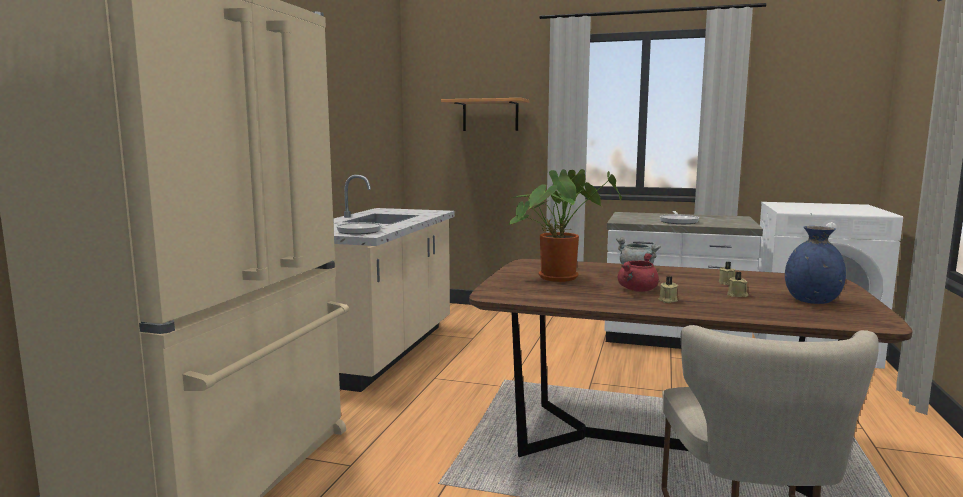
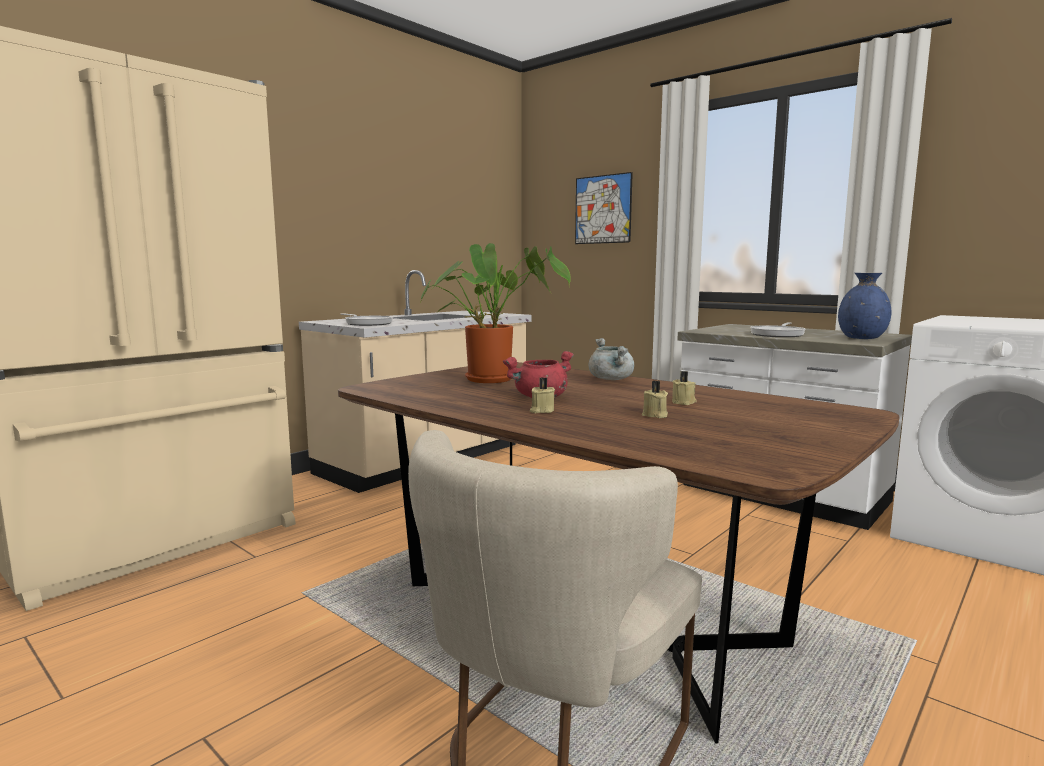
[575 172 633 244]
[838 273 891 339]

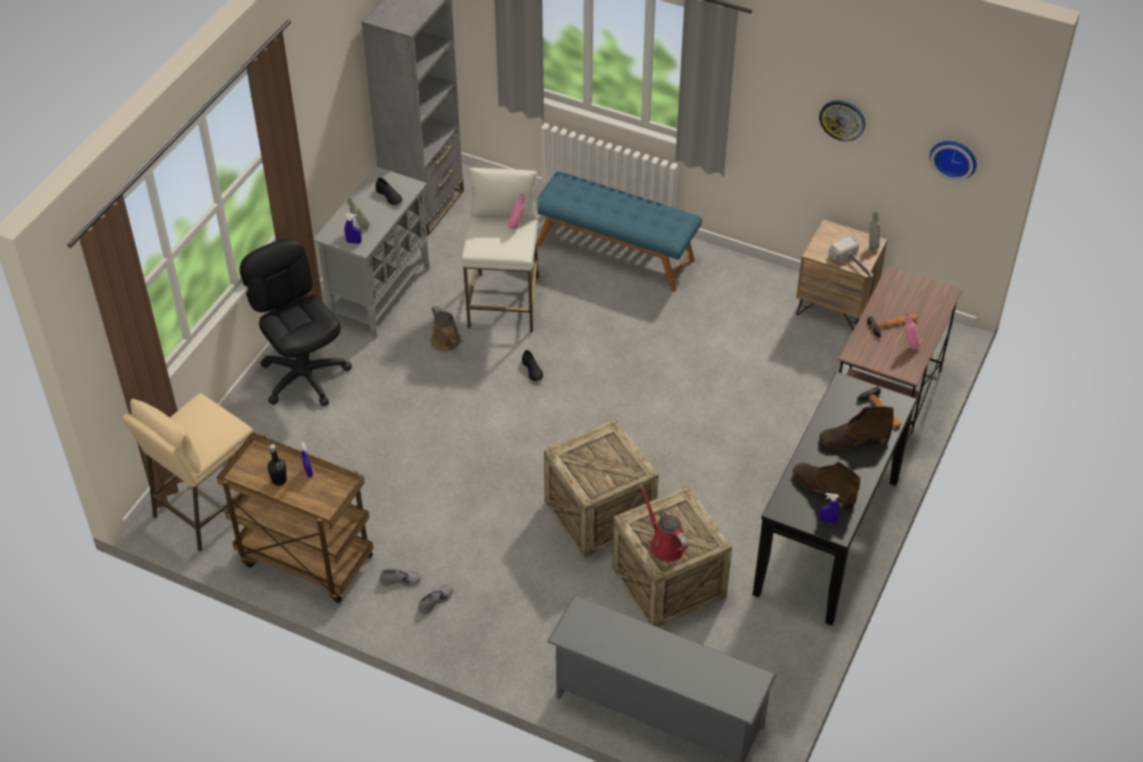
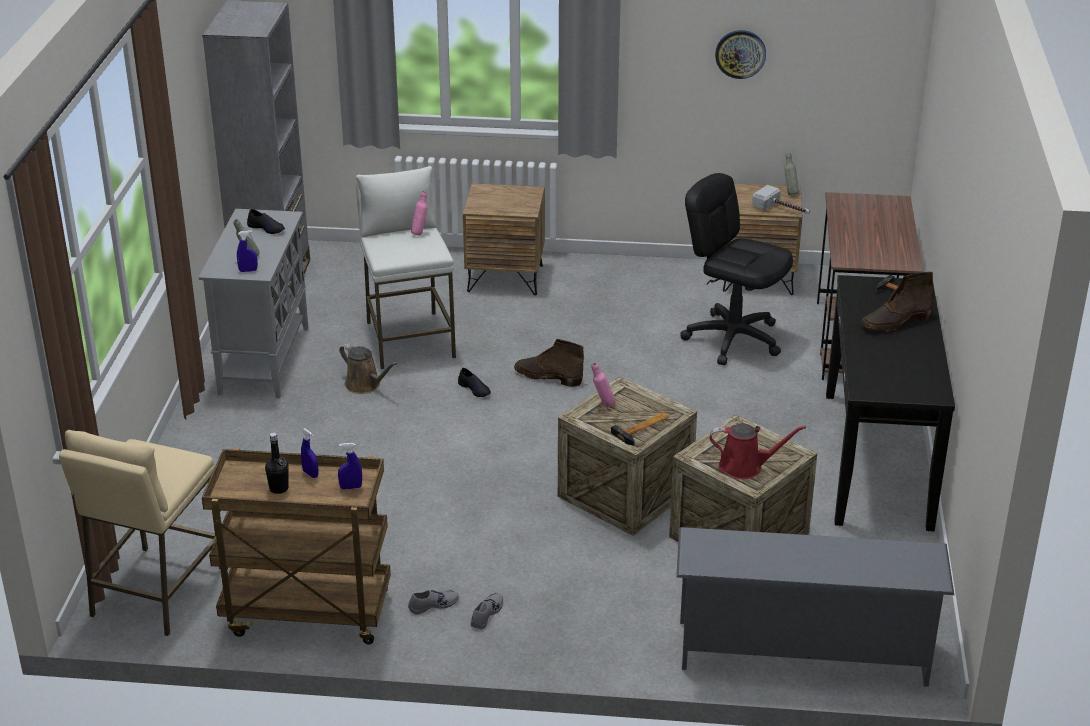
[680 173 793 365]
[463 183 545 295]
[710 423 806 479]
[514 339 584 387]
[338 443 362 490]
[611 412 669 446]
[591 363 616 407]
[930 141 977 181] (first image)

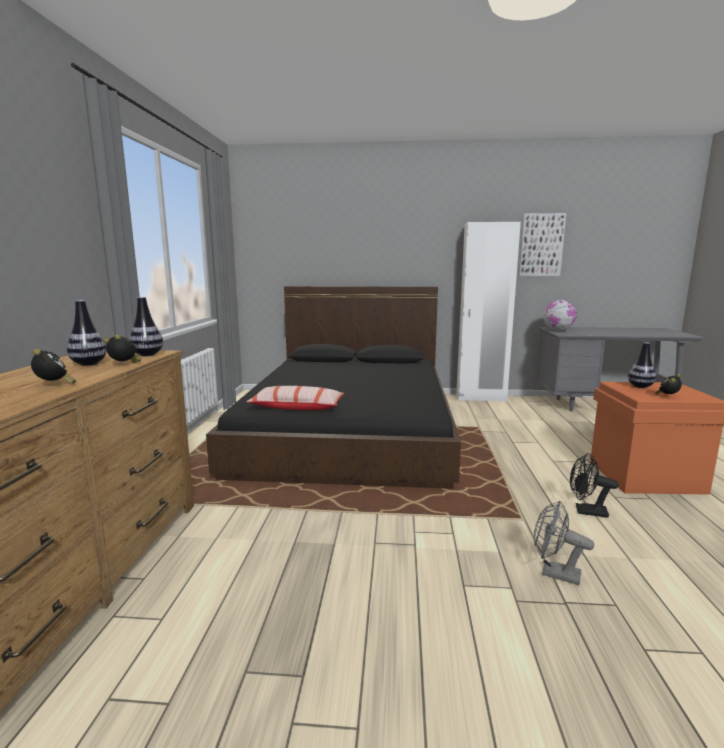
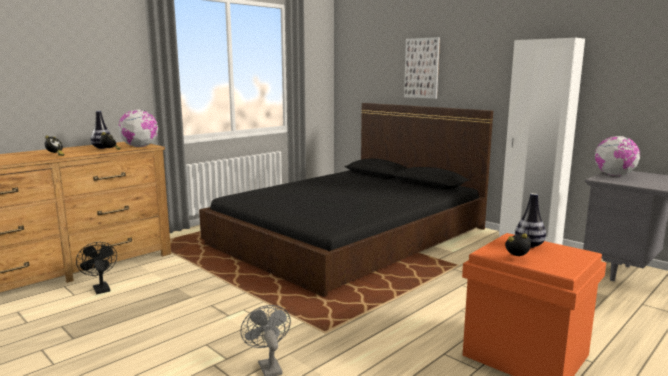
[118 109 158 147]
[246 386 344 410] (first image)
[404 37 440 99]
[76 242 117 294]

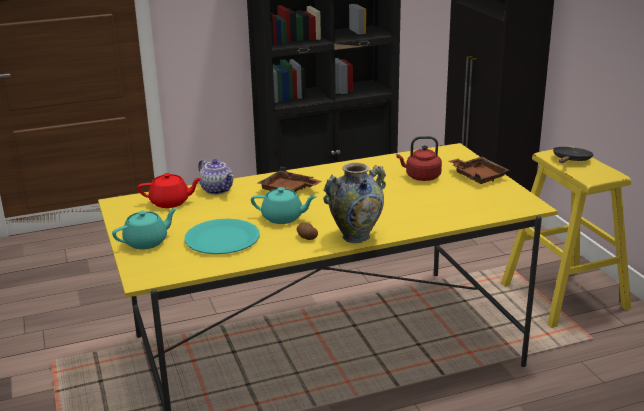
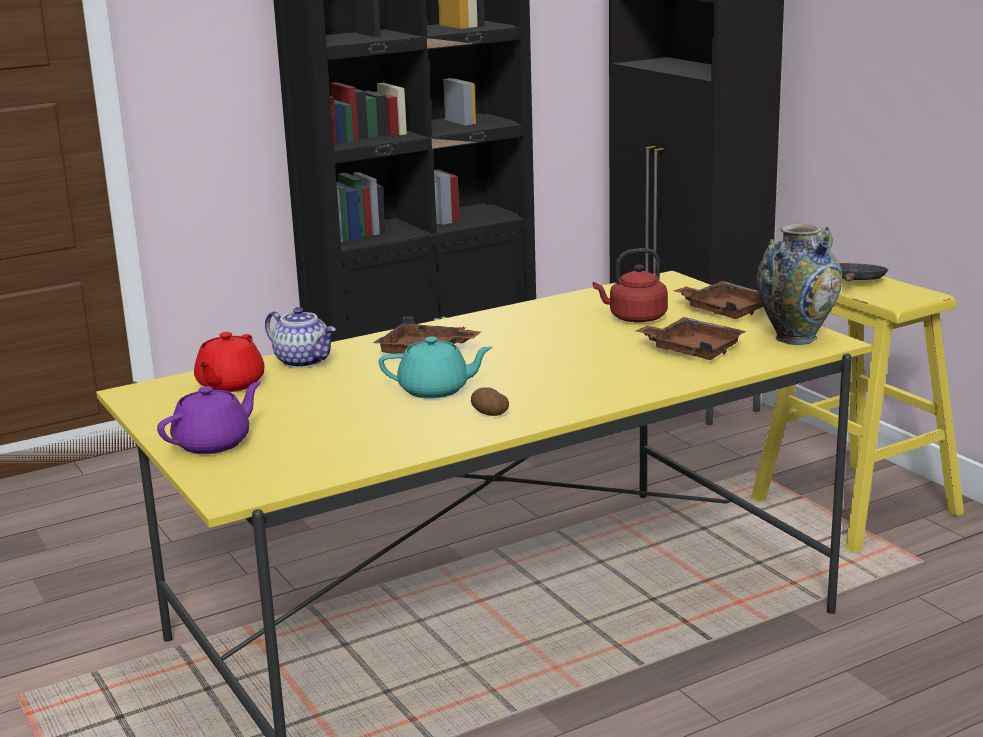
[157 381 261 454]
[194 332 264 392]
[184 219 260 254] (first image)
[757 224 842 345]
[636 317 746 360]

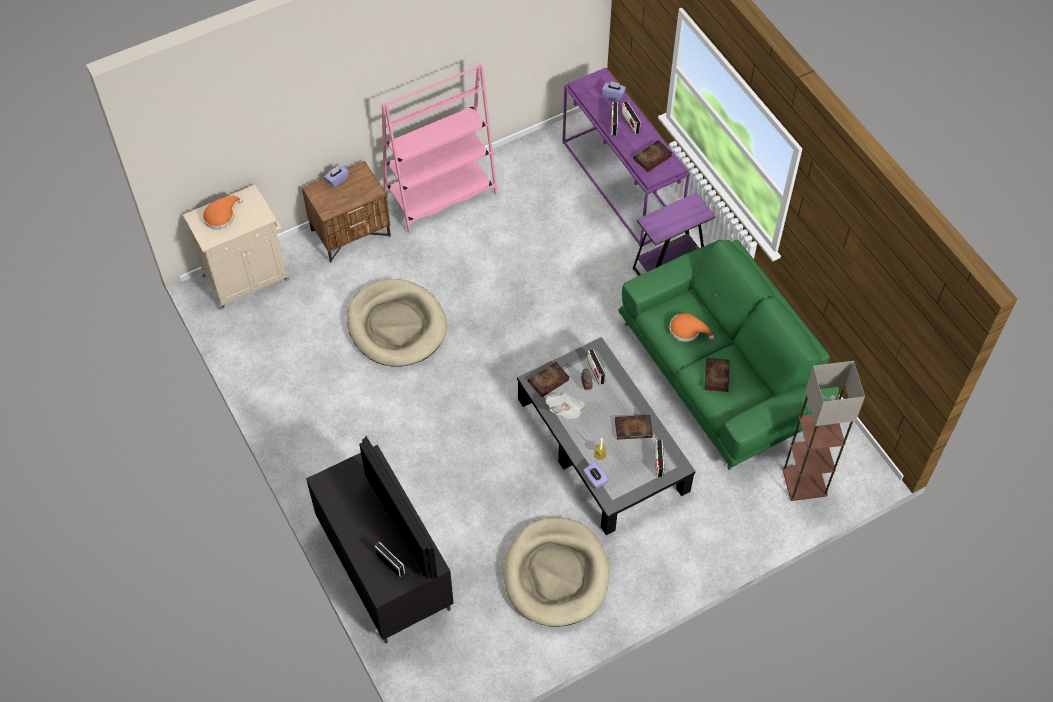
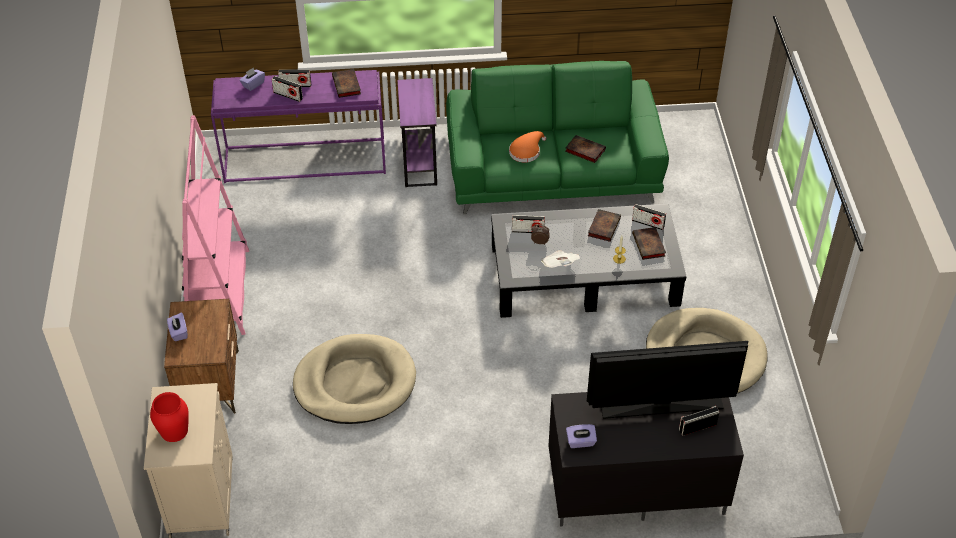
[150 392 189 442]
[632 227 666 260]
[566 424 597 448]
[782 361 865 501] (first image)

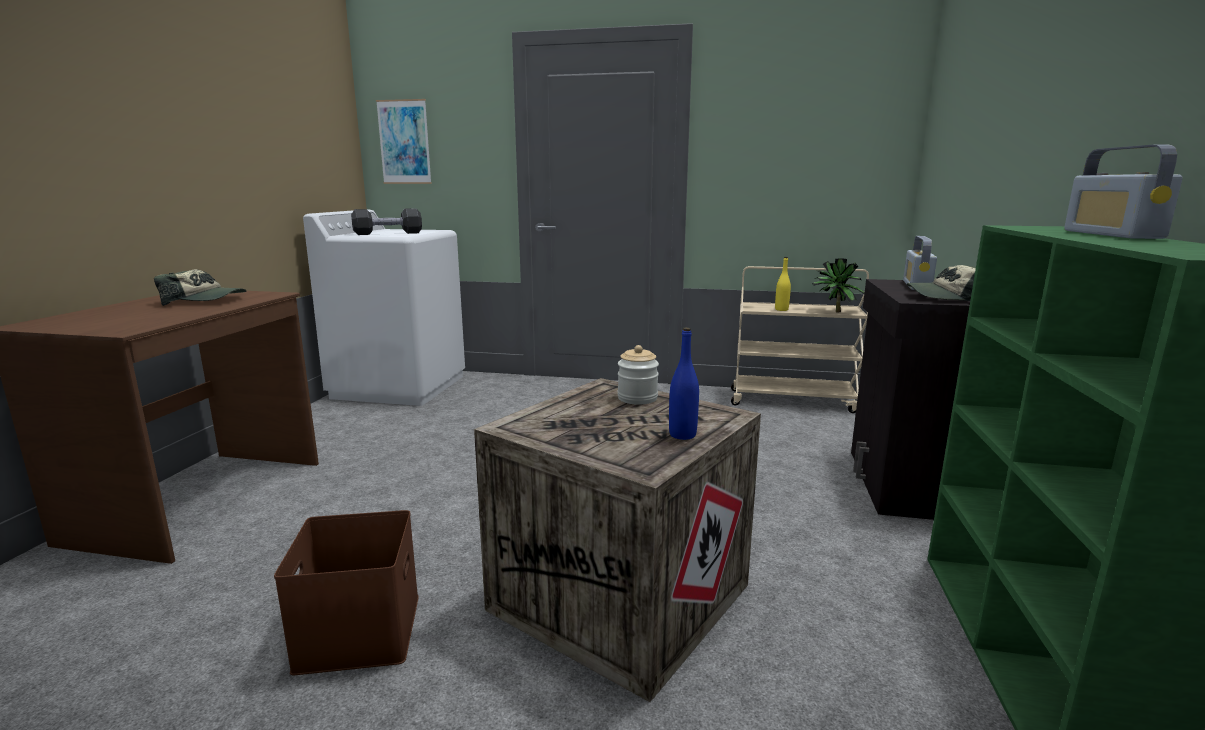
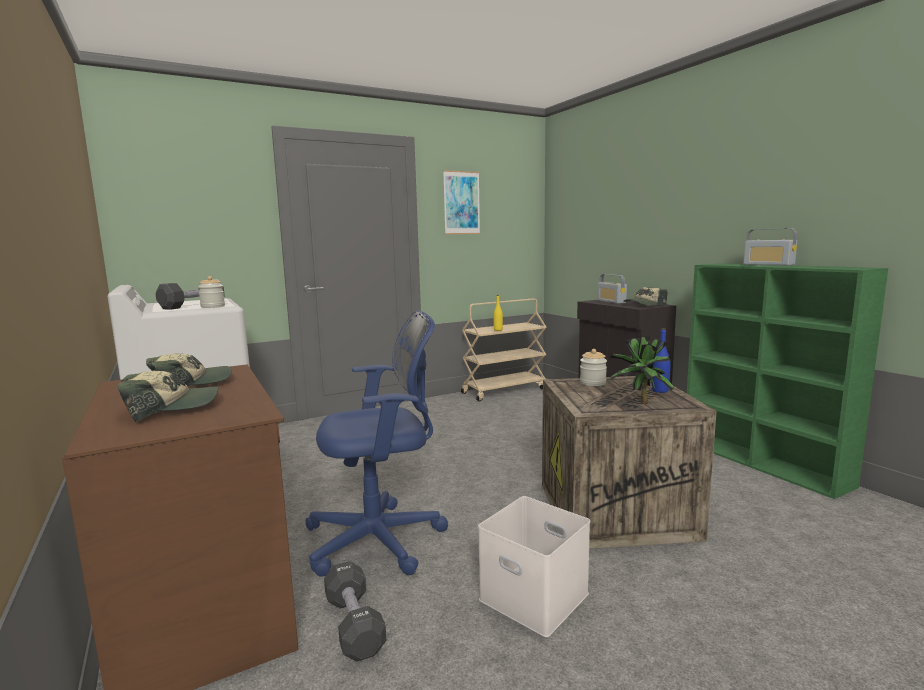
[478 496 590 637]
[443 170 480 234]
[610 336 674 404]
[118 371 218 423]
[198 276 225 308]
[305 310 448 577]
[324 561 386 662]

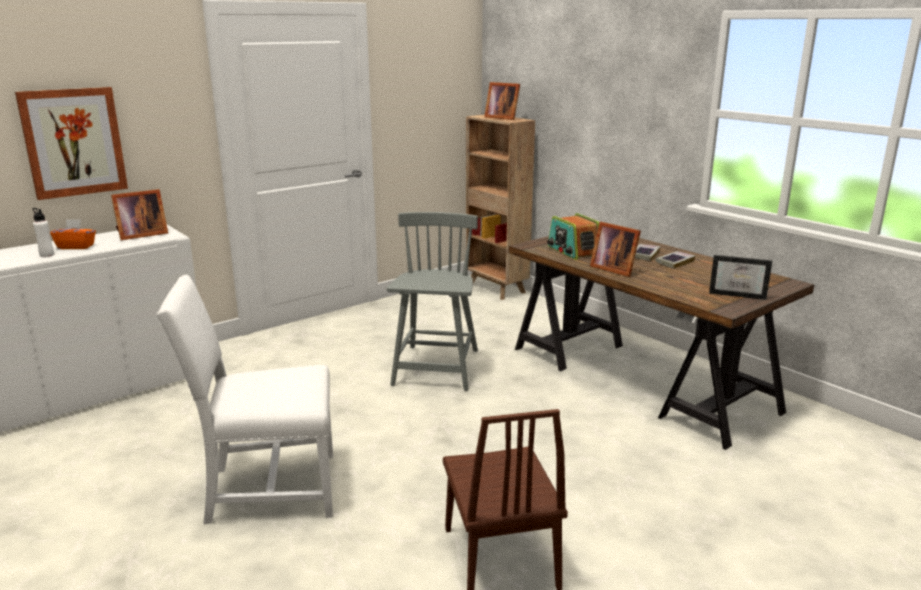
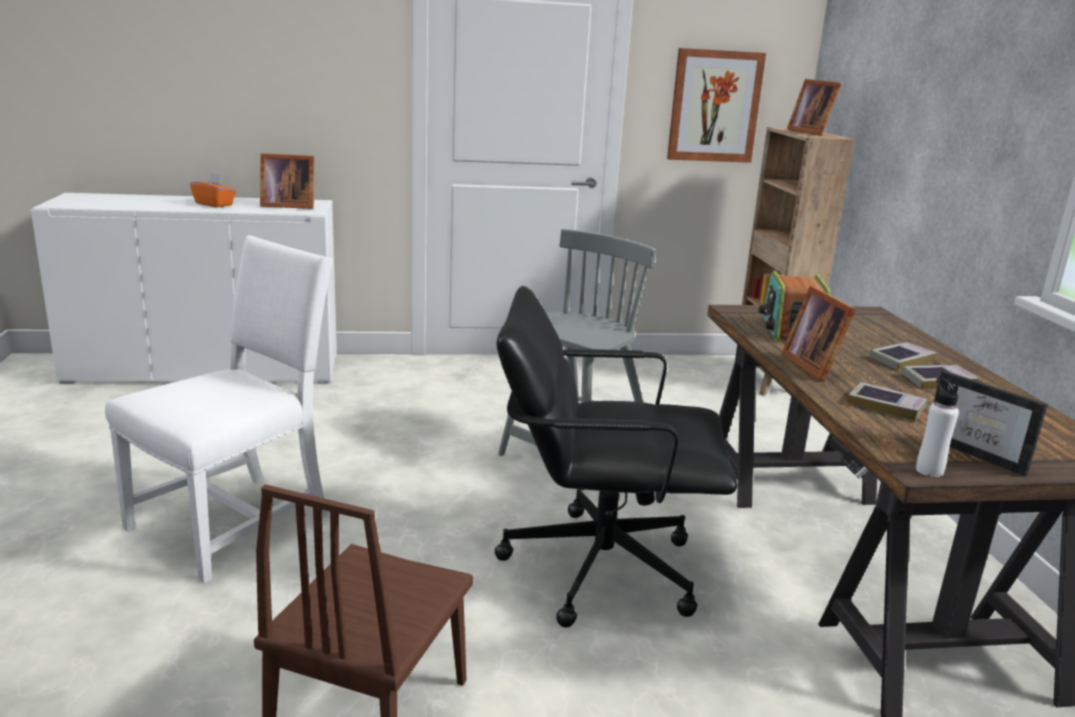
[667 48 766 163]
[916 377 959 477]
[105 235 333 583]
[495 286 737 627]
[847 382 927 421]

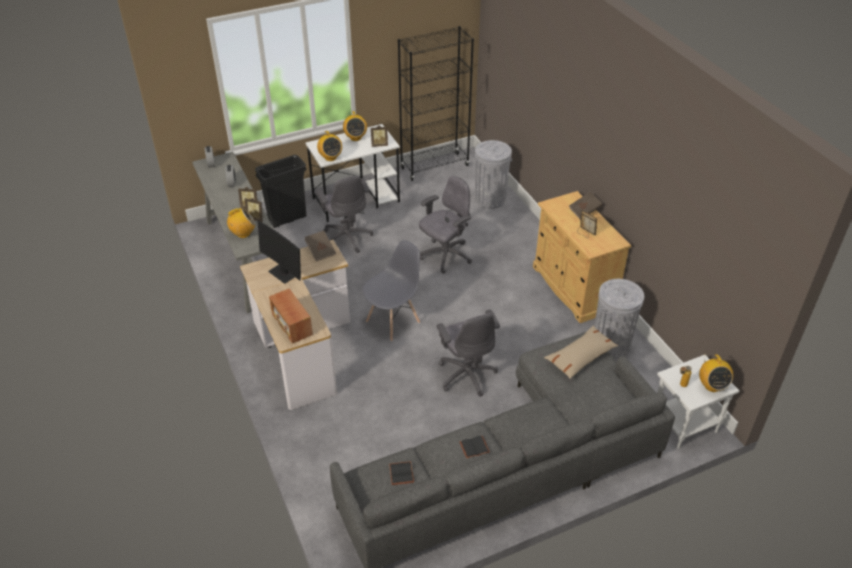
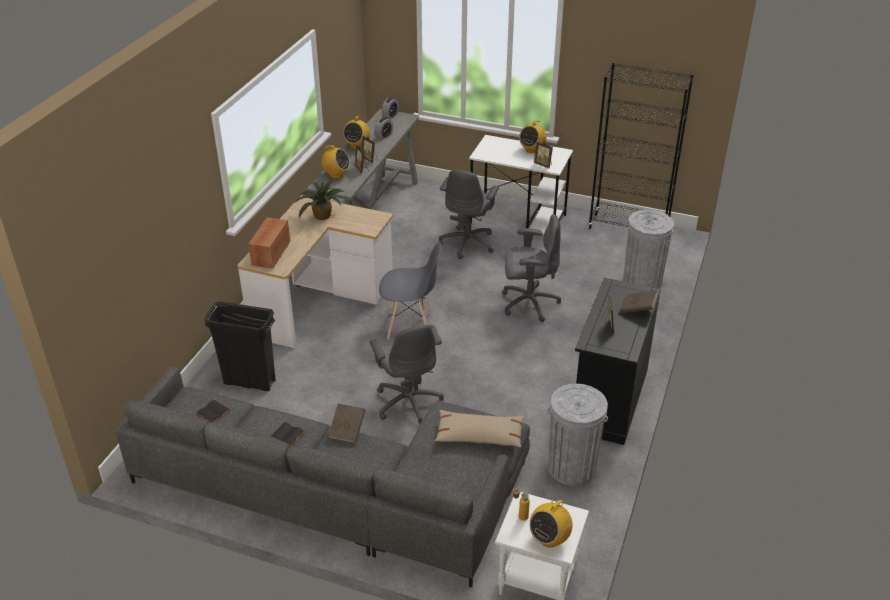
[204 301 276 391]
[296 181 346 220]
[328 404 365 443]
[343 116 370 149]
[370 324 444 424]
[575 278 661 445]

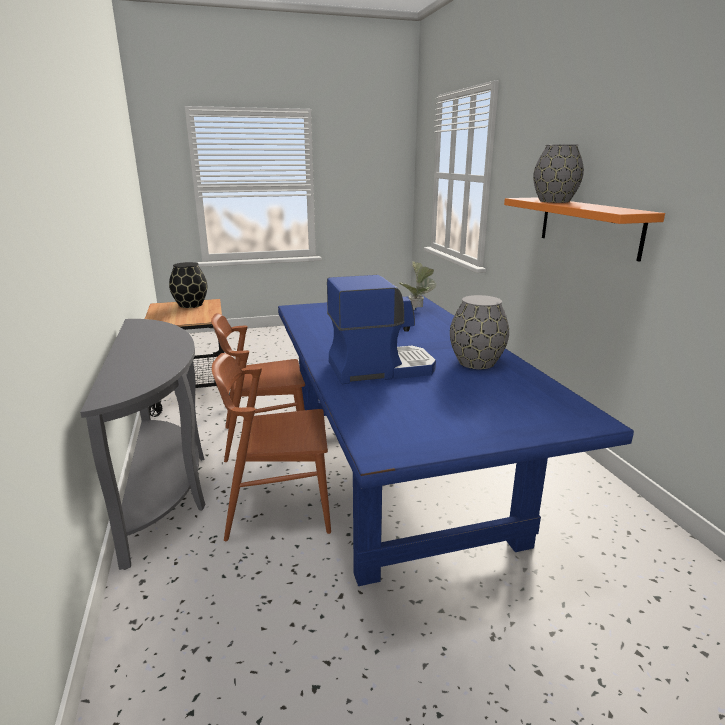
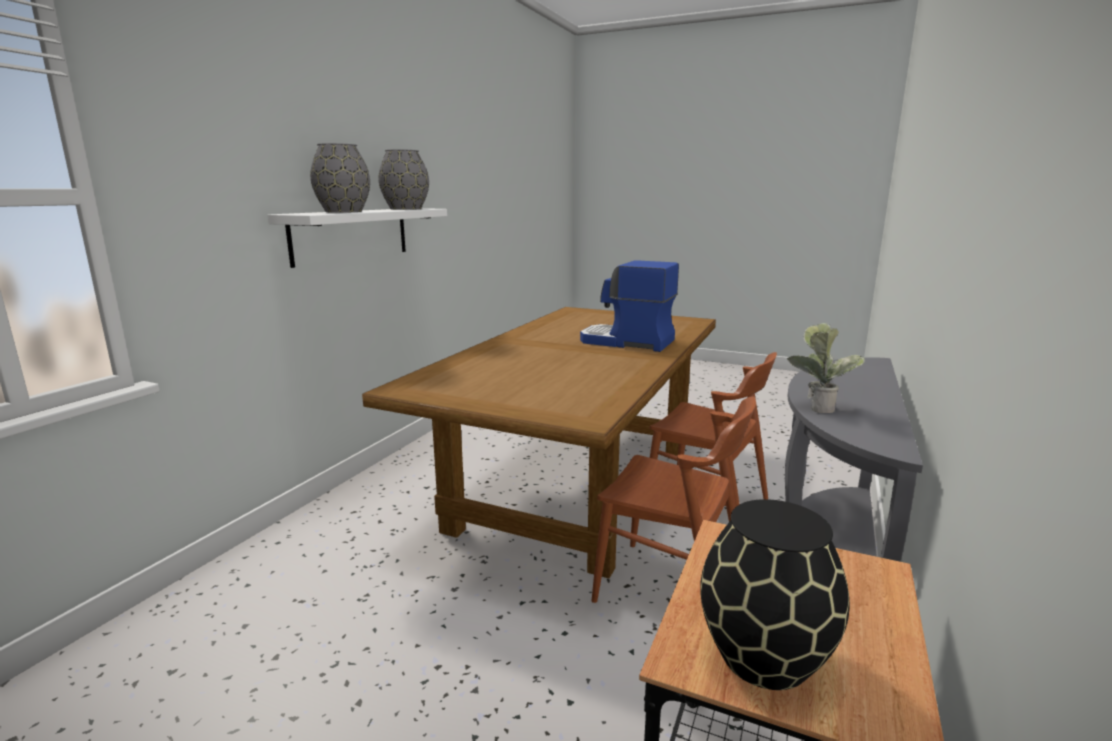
[362 307 716 578]
[787 323 865 413]
[378 149 429 210]
[268 208 447 268]

